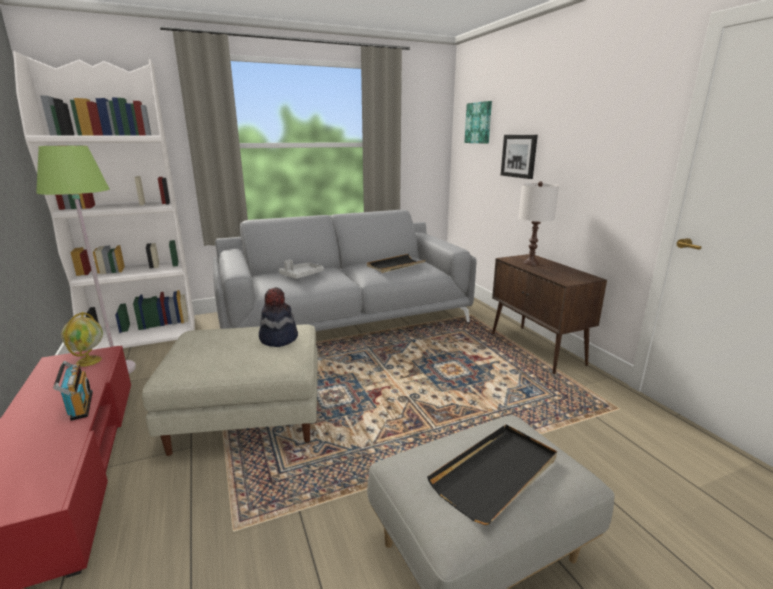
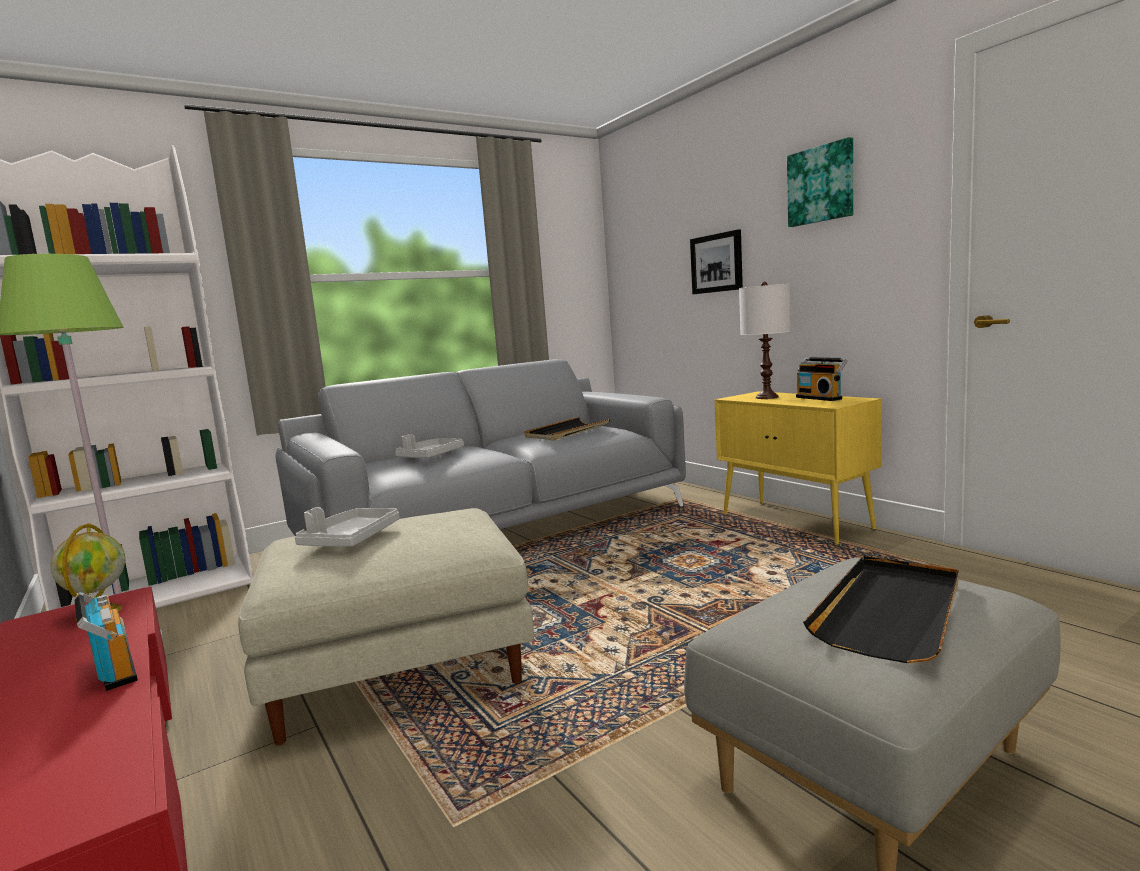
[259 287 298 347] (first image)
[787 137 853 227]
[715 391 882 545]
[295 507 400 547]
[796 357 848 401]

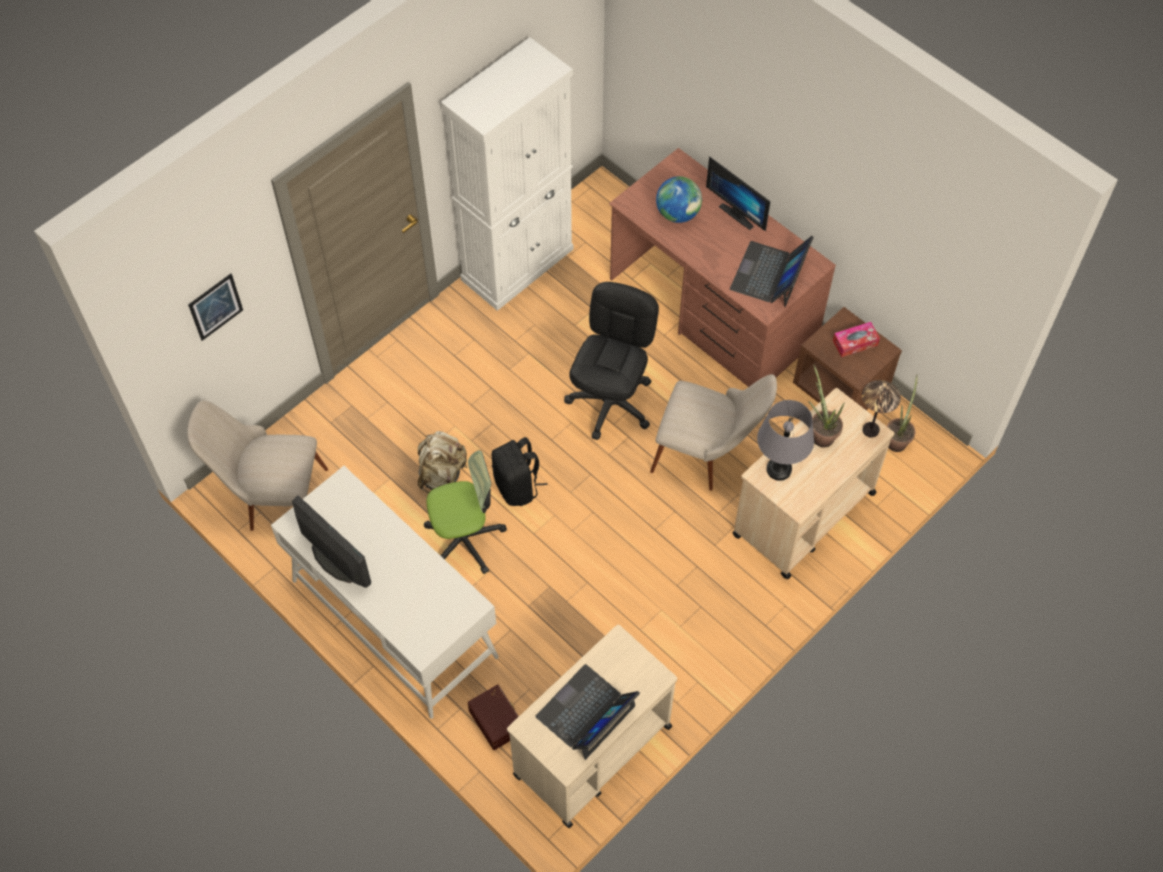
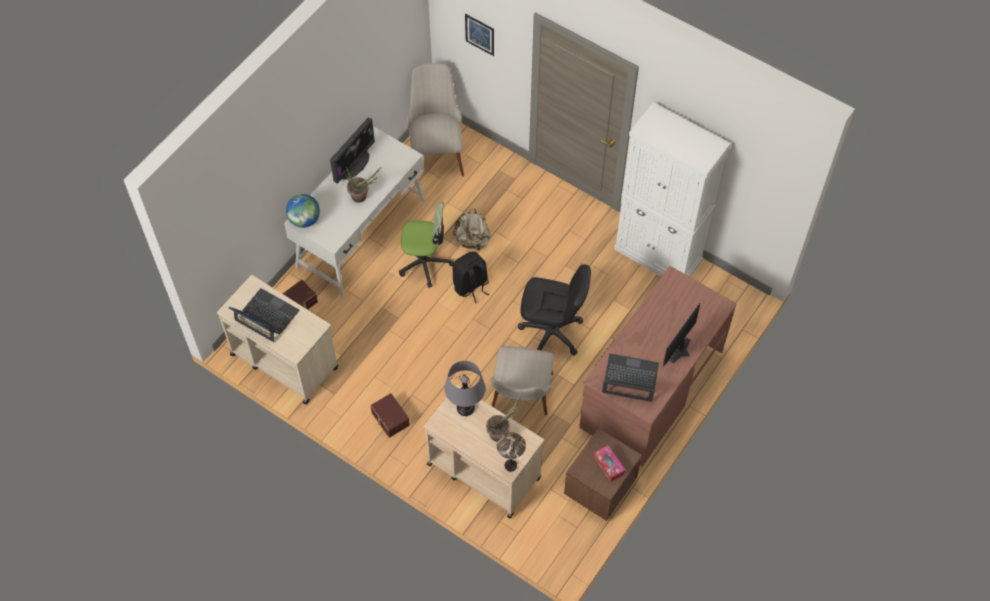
[399 202 454 288]
[286 194 320 228]
[346 166 381 203]
[370 393 410 438]

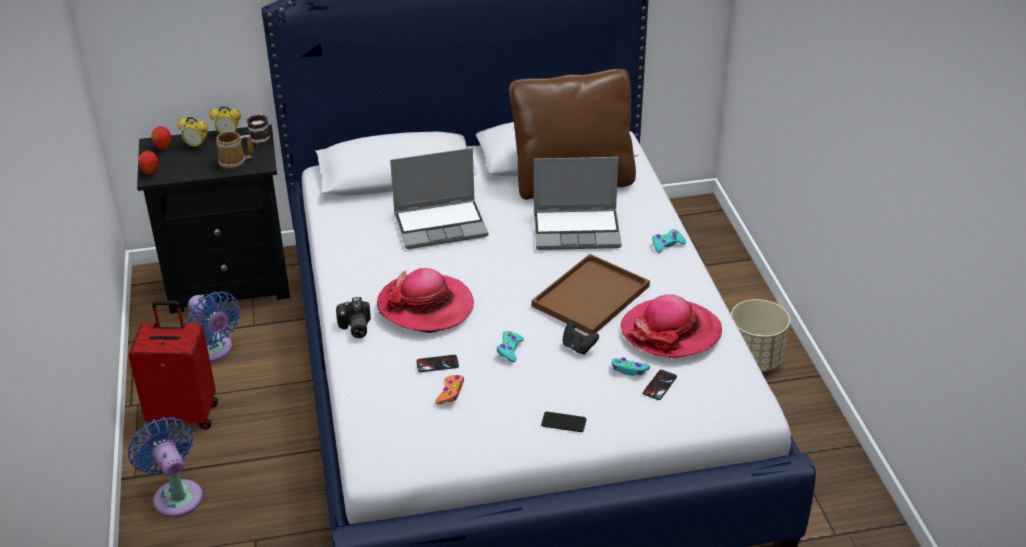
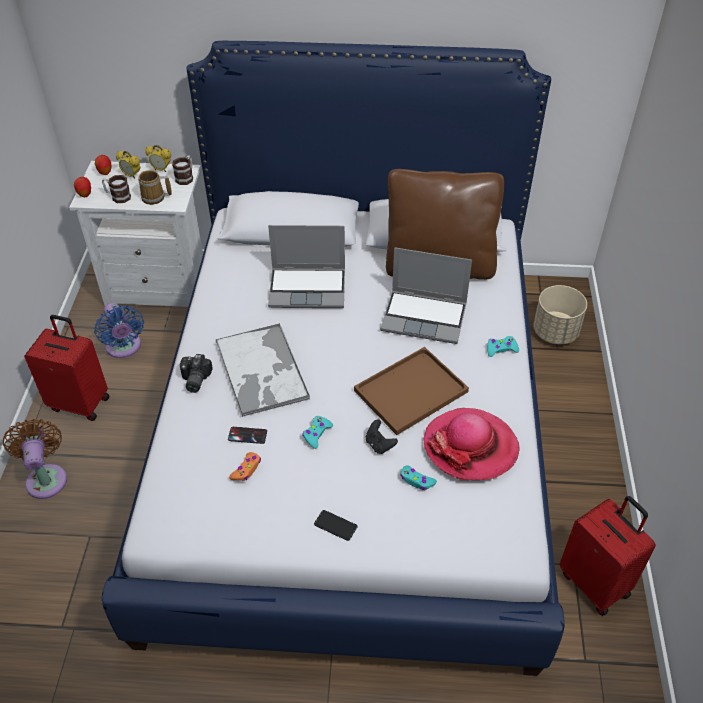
[3 419 67 499]
[69 161 203 307]
[216 323 310 417]
[643 370 677 400] (first image)
[533 285 587 344]
[102 175 131 203]
[560 496 656 616]

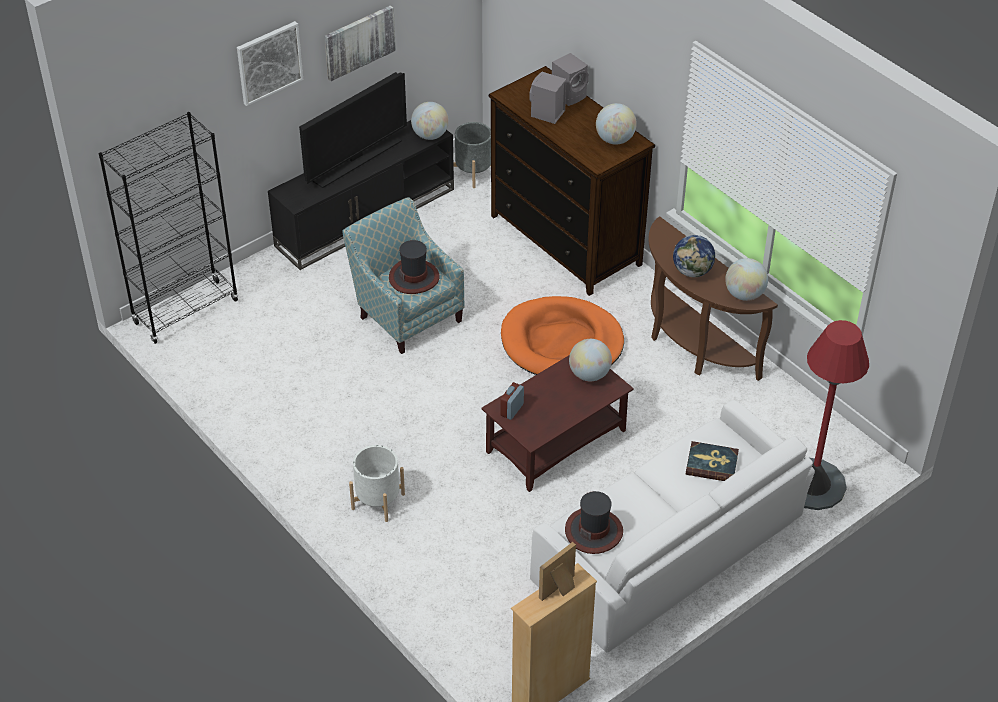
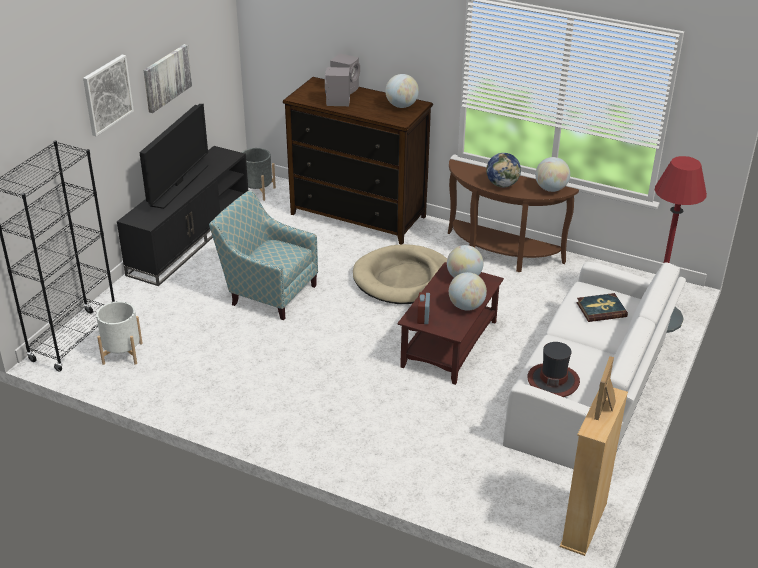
[96 301 143 365]
[389 240 440 294] (first image)
[449 272 487 311]
[353 244 447 304]

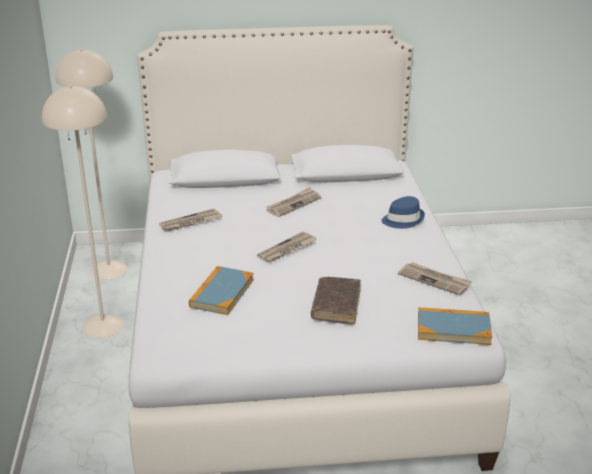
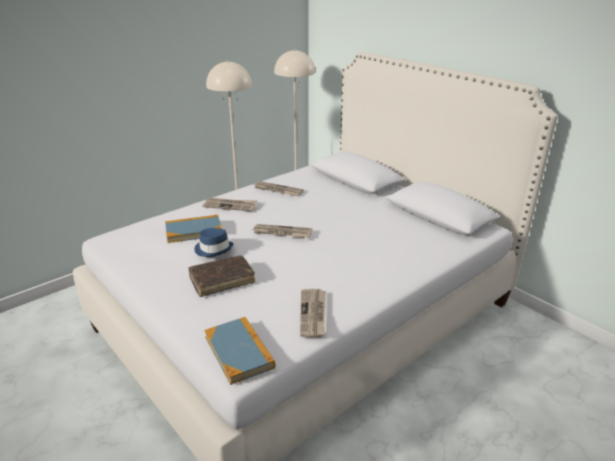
[202 197 258 212]
[195 228 233 257]

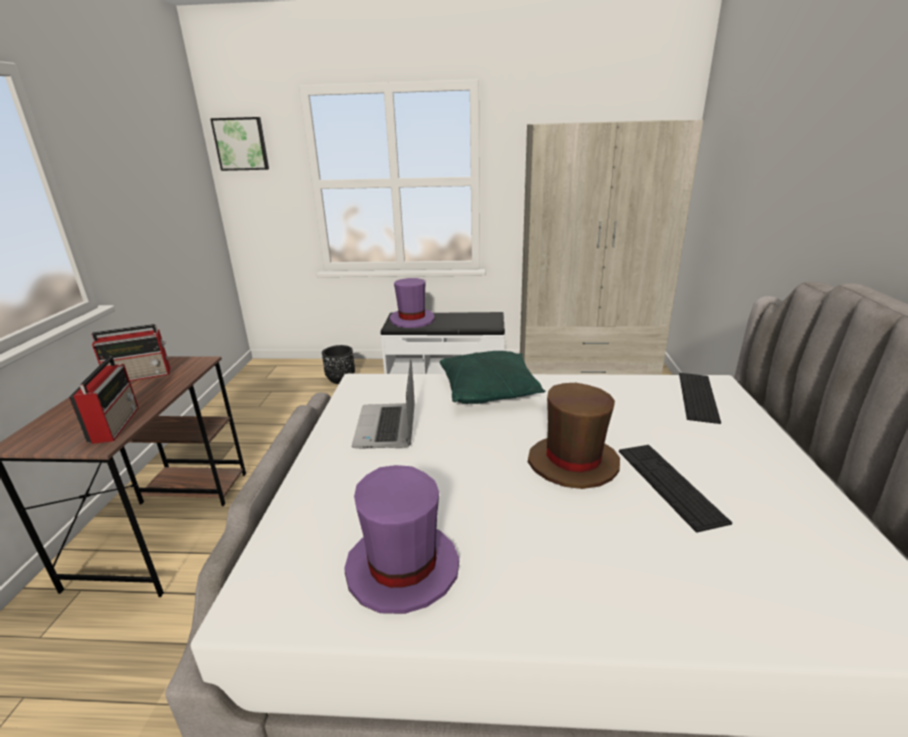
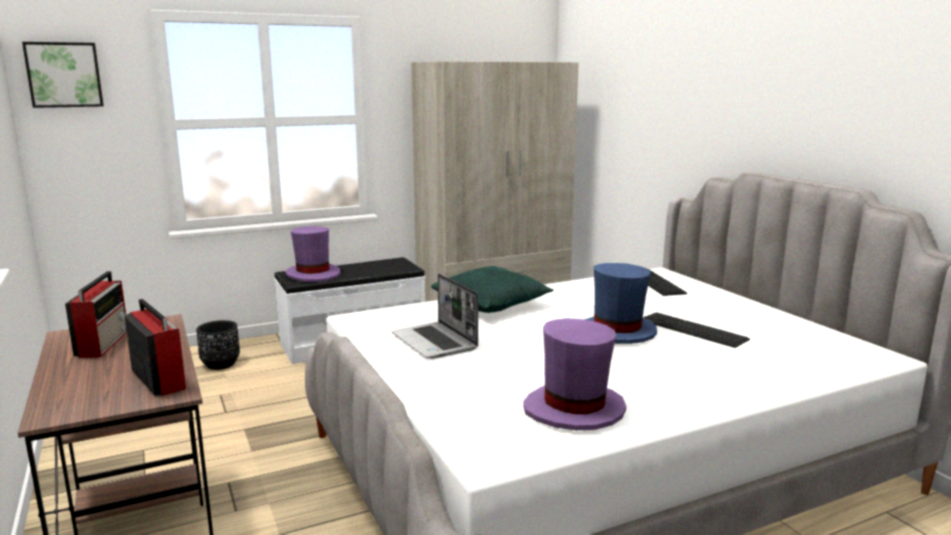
[65 271 127 358]
[584 263 657 344]

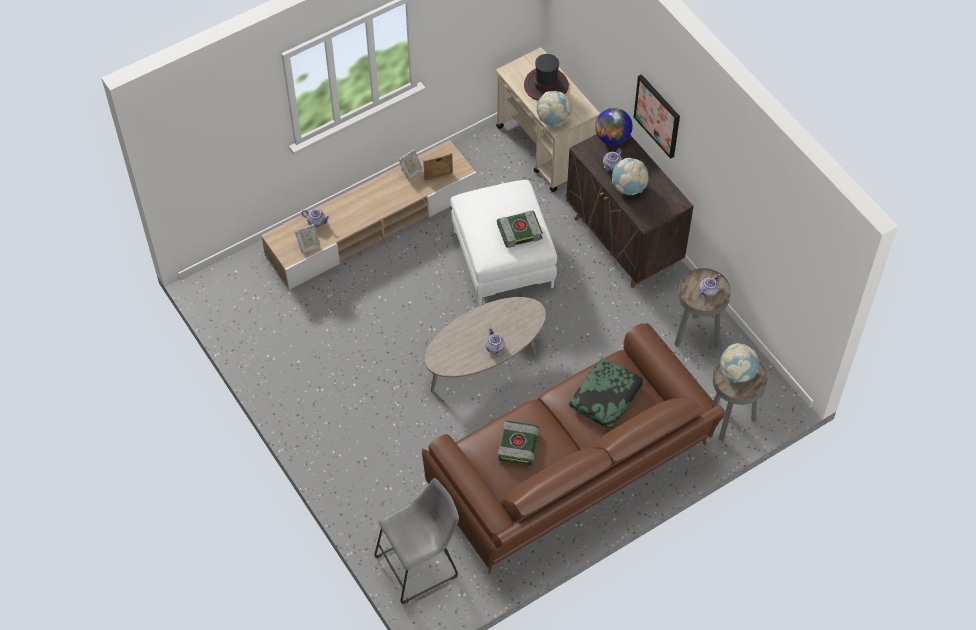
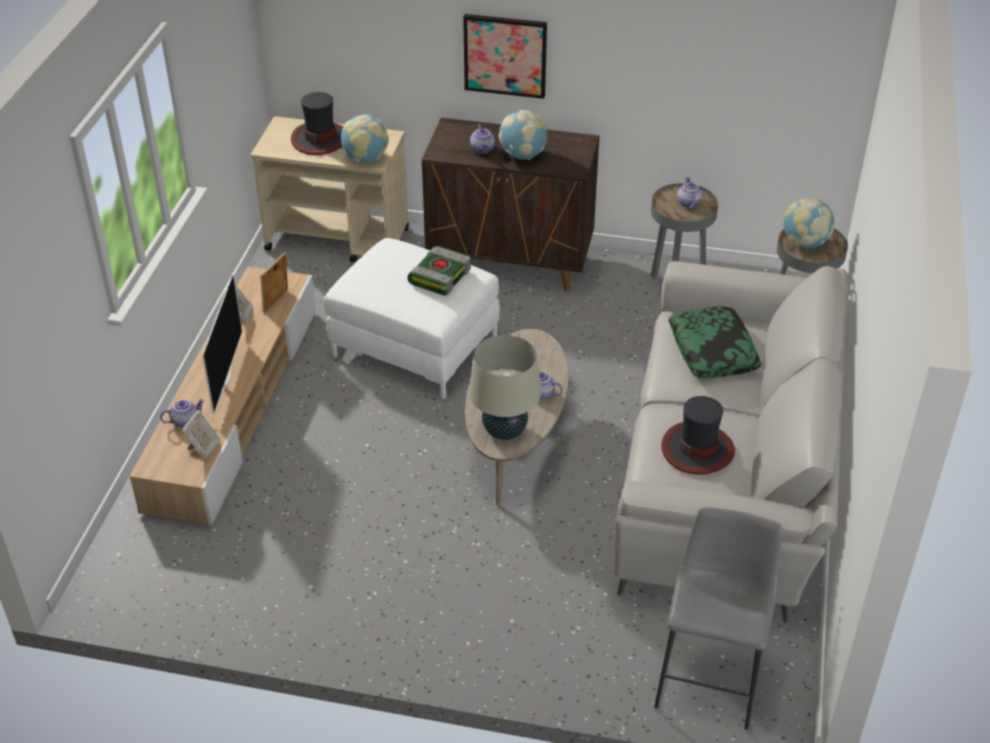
[614 261 847 623]
[661 396 735 474]
[595 108 633 145] (first image)
[202 273 242 414]
[469 335 541 440]

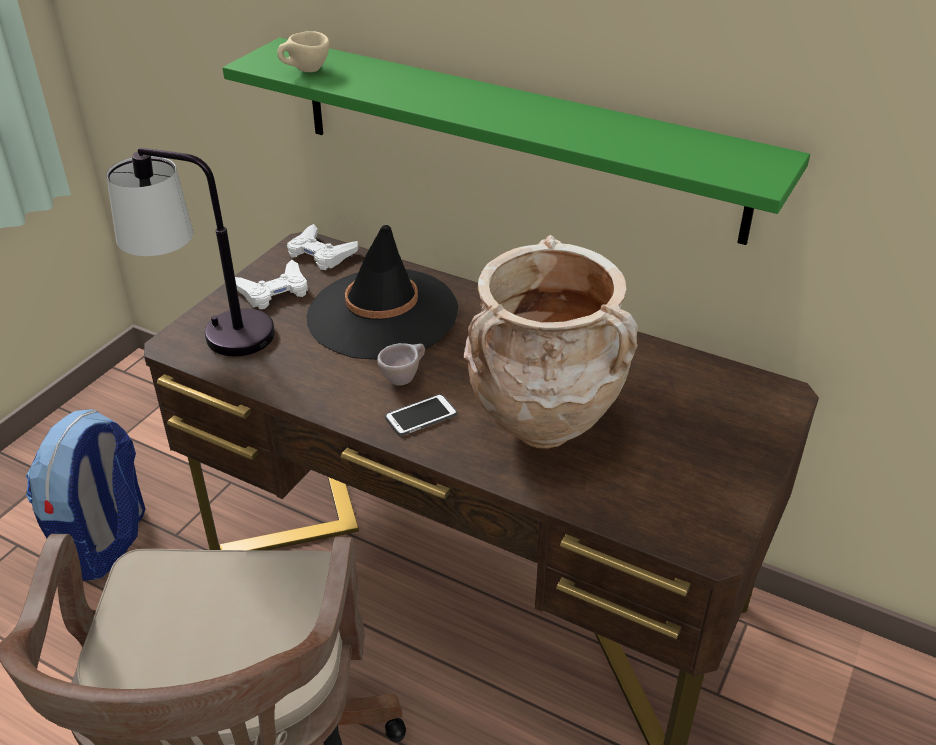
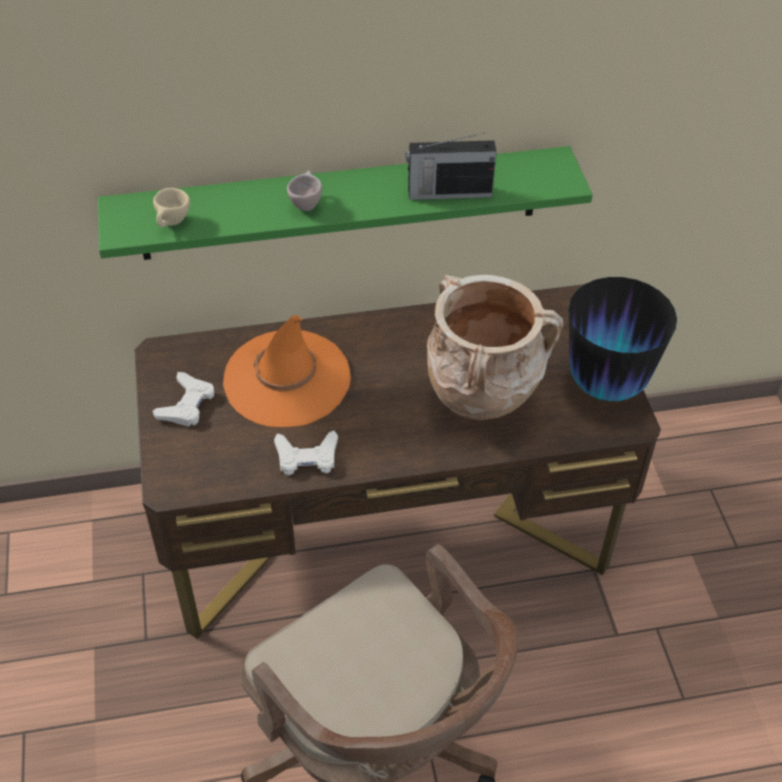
[26 409 145 581] (first image)
[106 148 275 356] (first image)
[274 430 338 476]
[223 315 351 427]
[287 170 322 211]
[385 394 457 436] (first image)
[406 132 497 200]
[569 277 677 401]

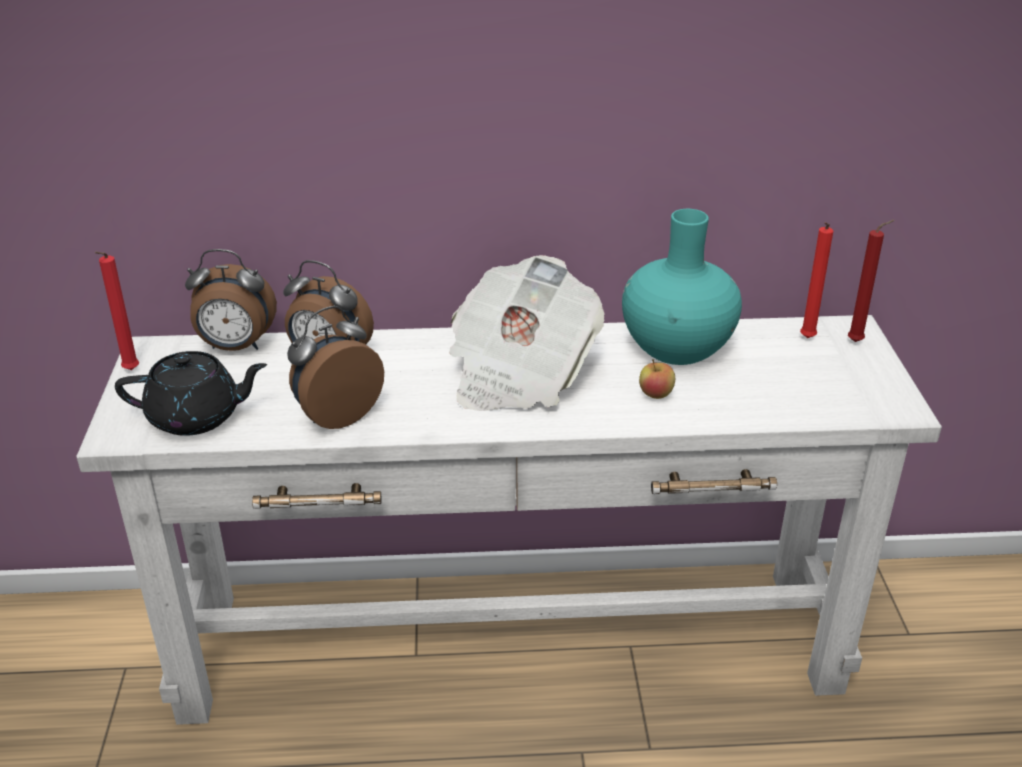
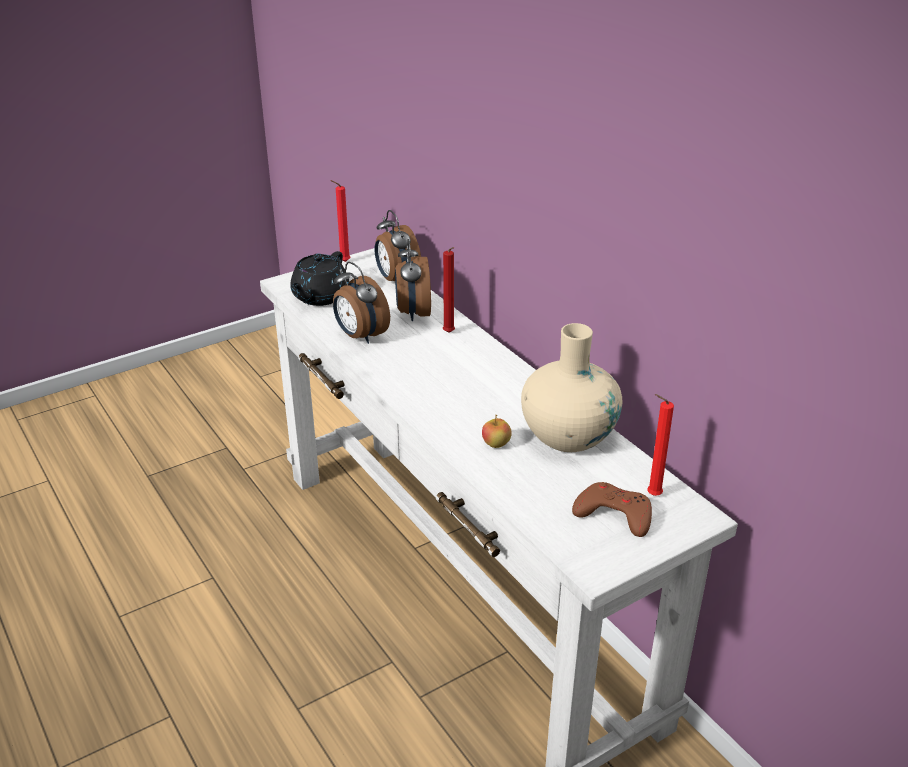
[290 251 349 306]
[333 262 390 344]
[449 255 605 411] (first image)
[521 323 622 452]
[443 247 455 333]
[572 482 652 537]

